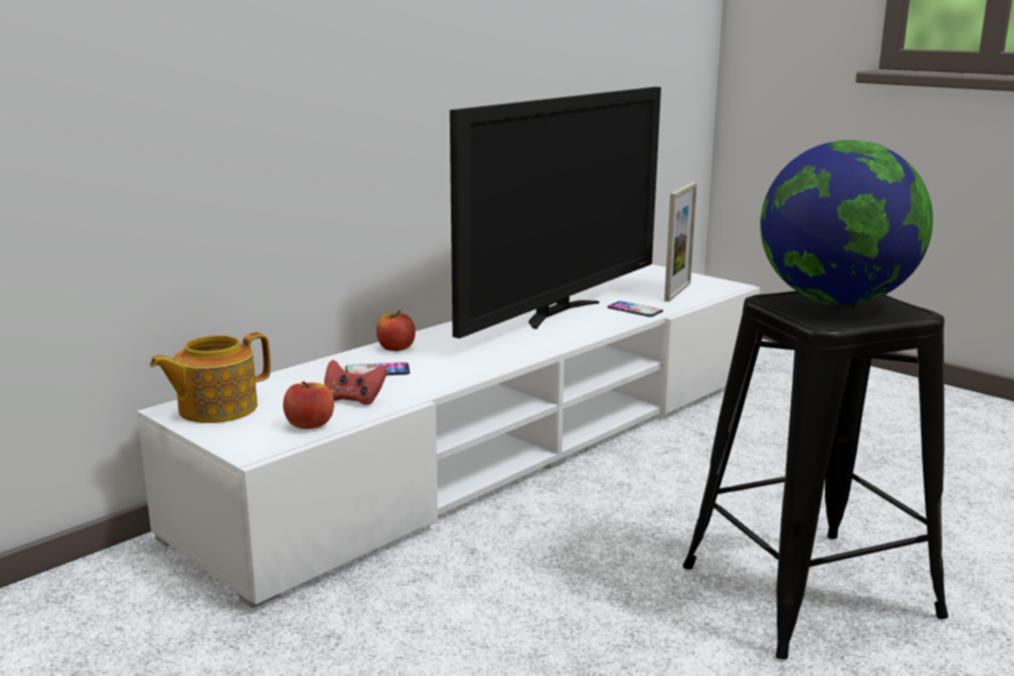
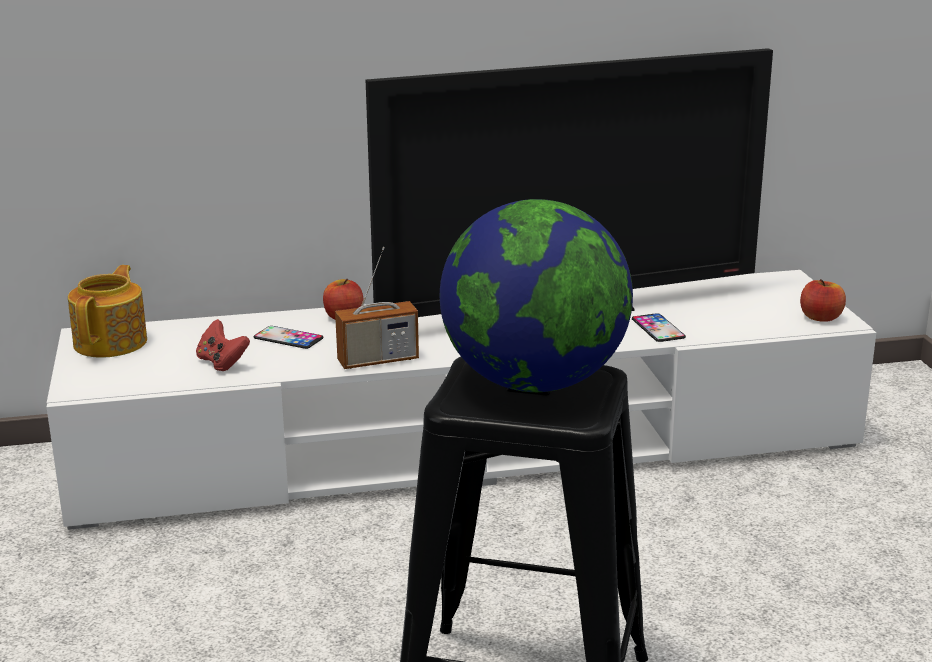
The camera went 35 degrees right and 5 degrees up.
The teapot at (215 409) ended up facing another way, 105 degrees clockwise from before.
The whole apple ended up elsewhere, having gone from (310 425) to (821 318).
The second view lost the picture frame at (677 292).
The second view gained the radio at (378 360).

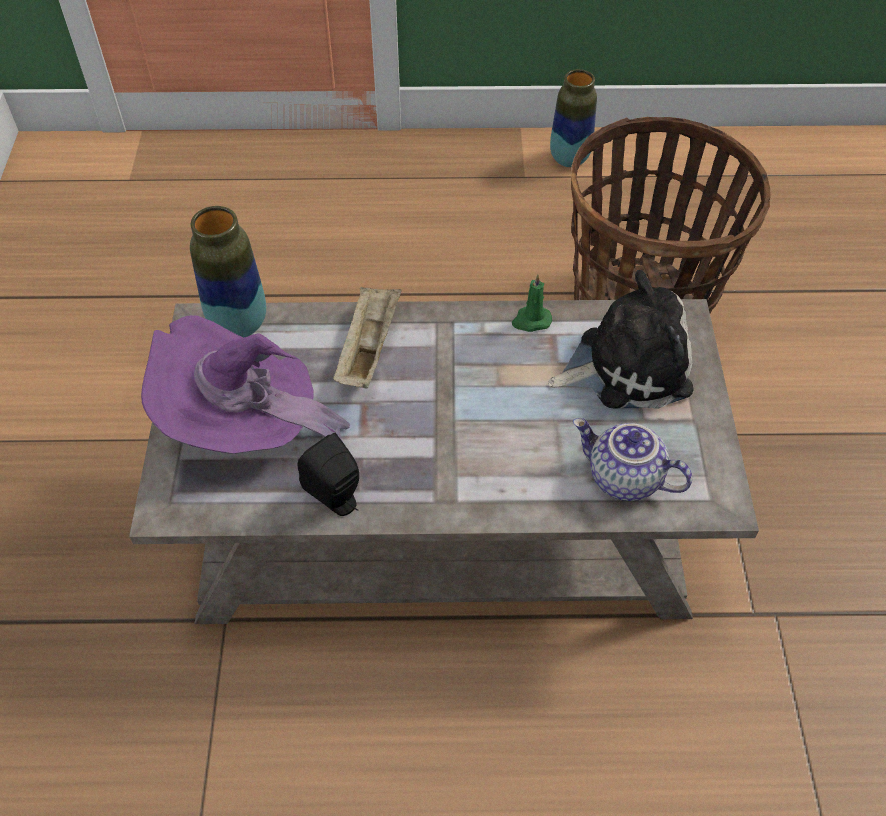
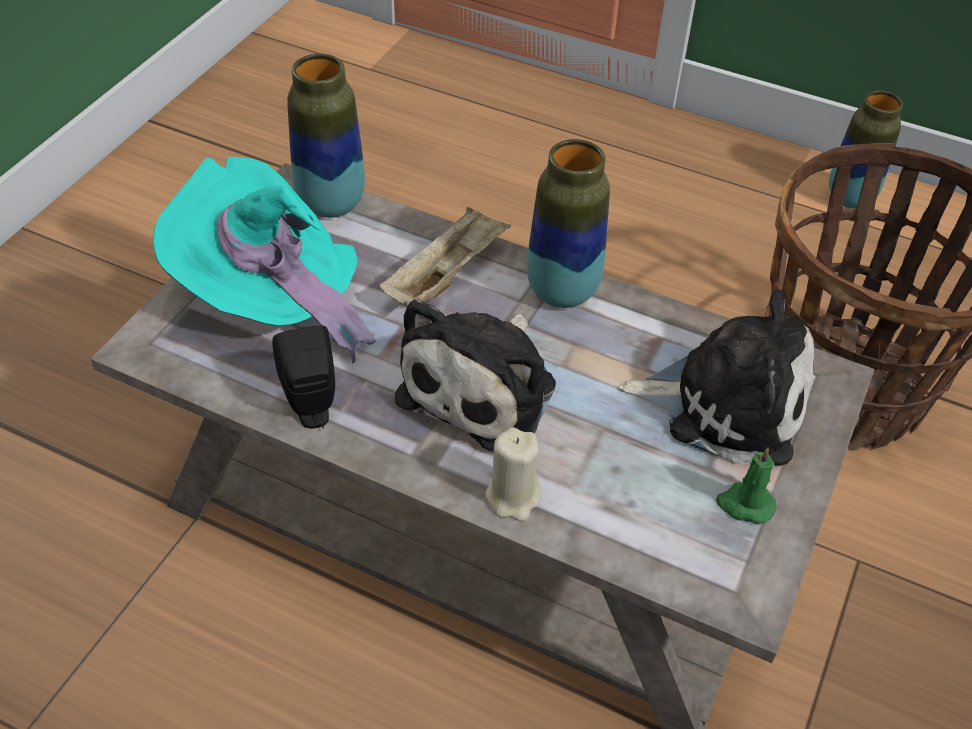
The camera went 25 degrees right and 5 degrees down.
What was the purple-coloured wearable hat at (246 425) turned into the turquoise wearable hat at (272 300).
The greenish wax candle ended up elsewhere, having gone from (531 320) to (744 504).
The second view lost the teapot at (623 479).
The second view gained the cuddly toy at (483 387).
The second view gained the beige wax candle at (513 497).
The second view gained the decorative vase at (562 291).

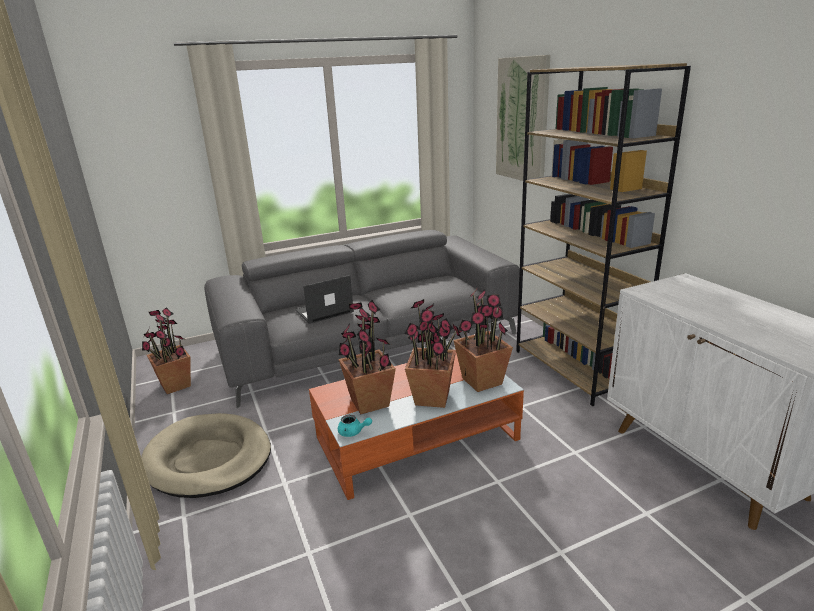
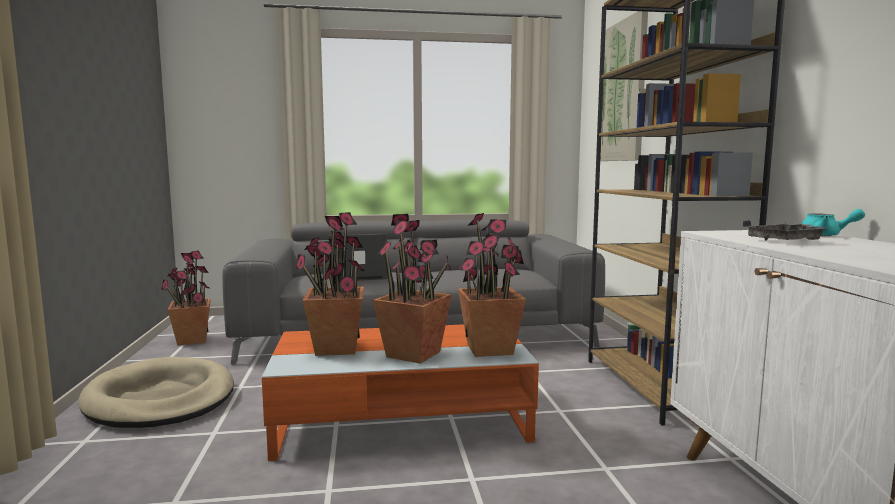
The camera went 15 degrees right and 15 degrees down.
The turquoise teapot ended up elsewhere, having gone from (353 432) to (826 235).
The second view gained the greyish tray at (787 241).

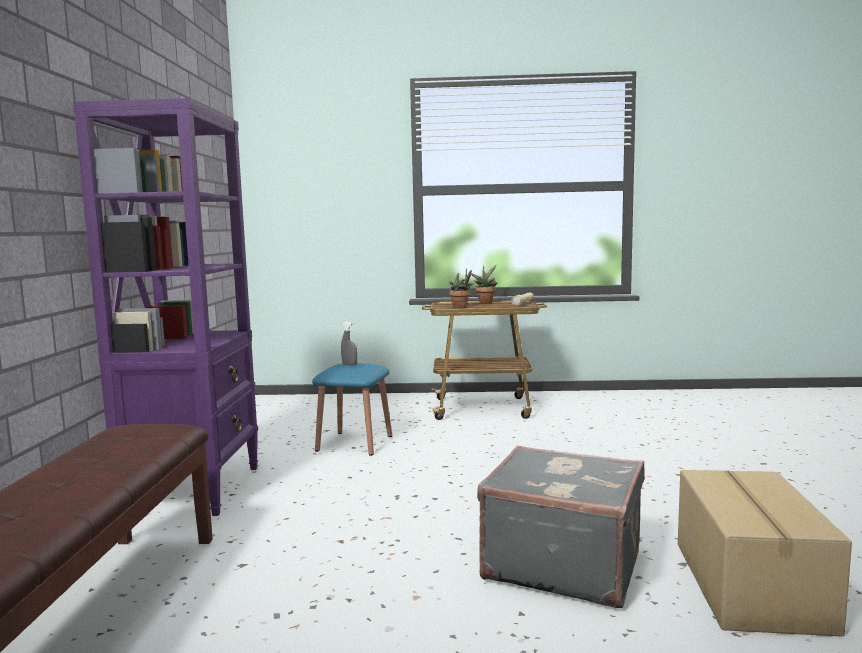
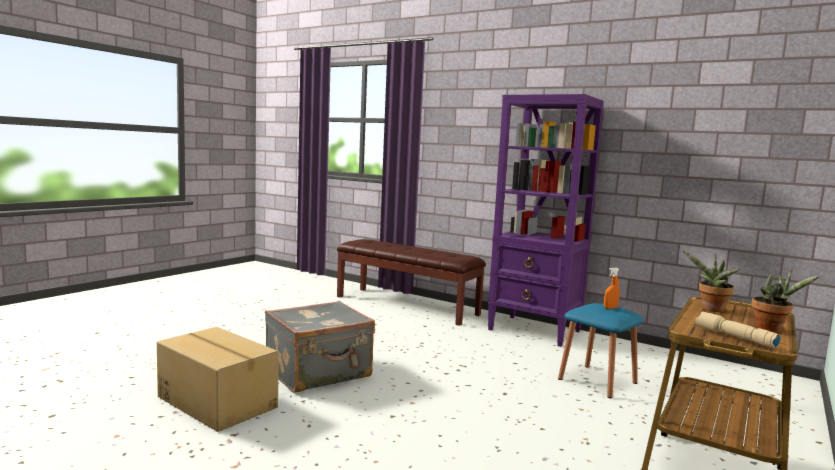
The camera went 120 degrees right and 0 degrees up.
What was the greyish hand sprayer at (349 364) turned into the orange-coloured hand sprayer at (610 308).

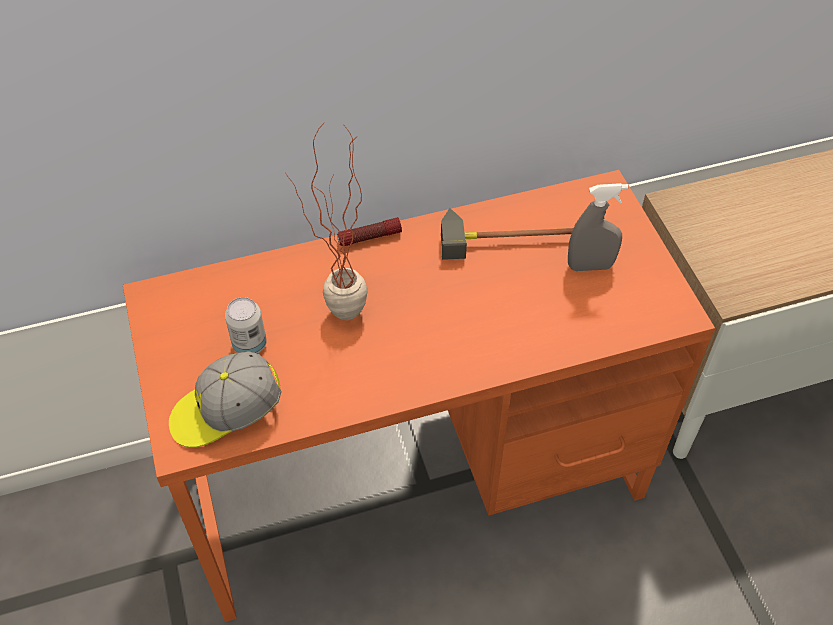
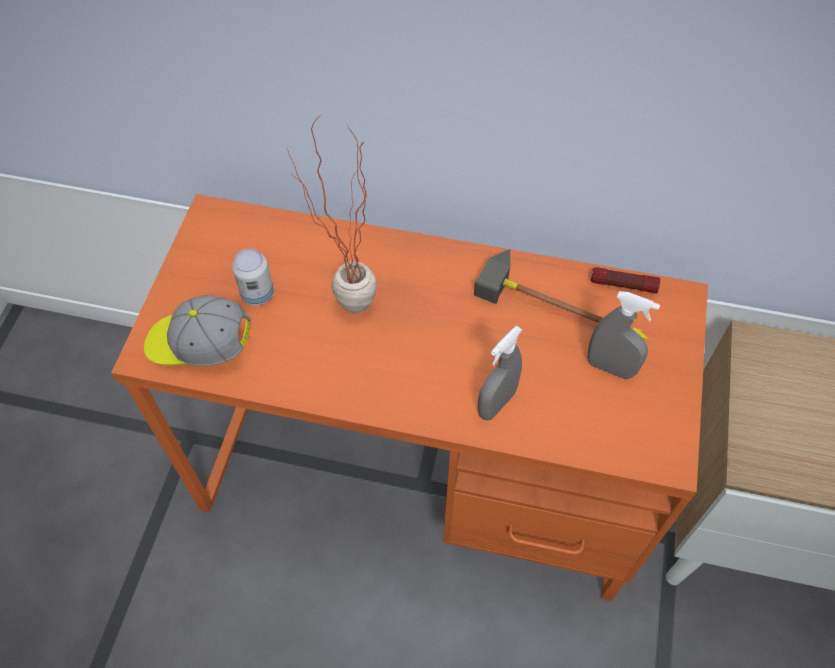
The camera went 30 degrees right and 5 degrees up.
The flashlight ended up elsewhere, having gone from (369 237) to (623 285).
The second view gained the greyish hand sprayer at (496 403).

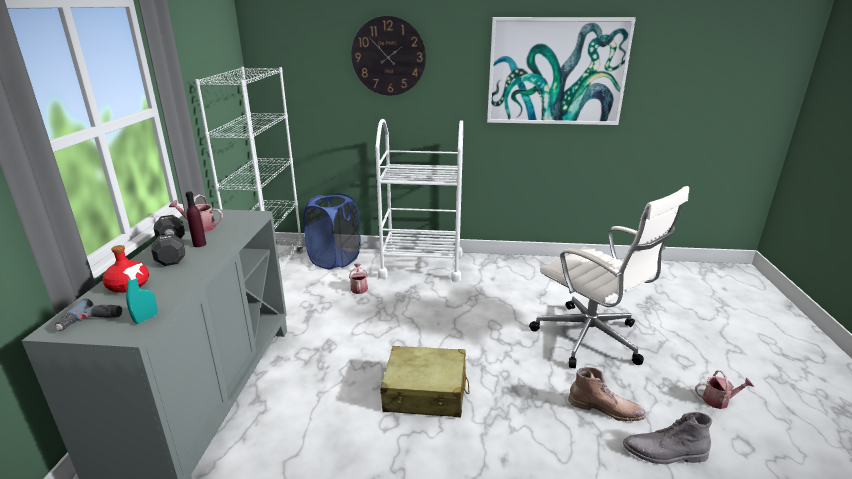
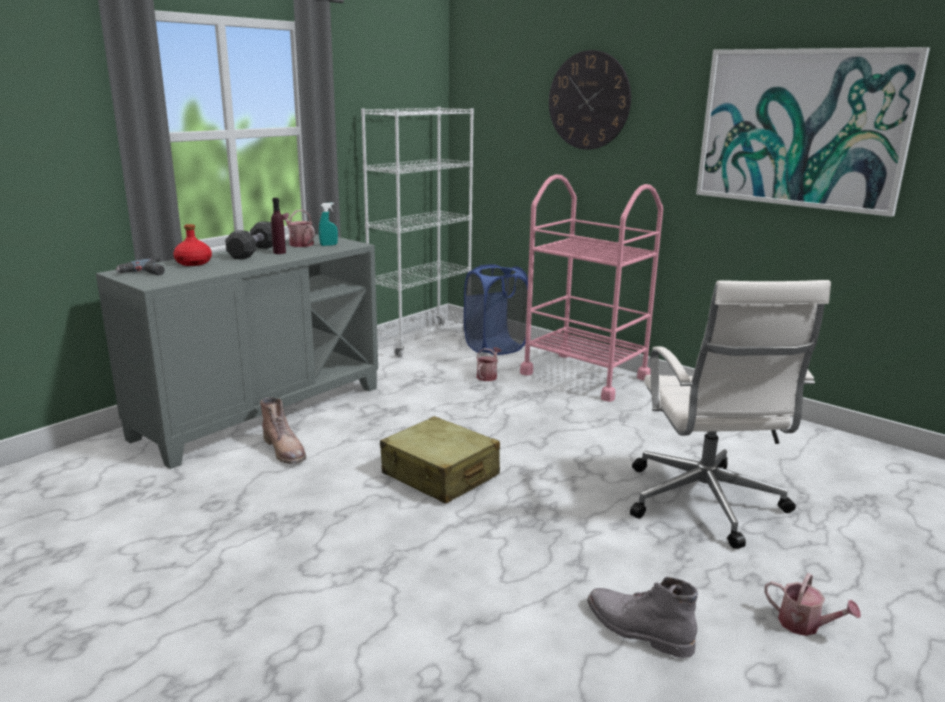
The camera went 35 degrees right and 5 degrees down.
The turquoise hand sprayer ended up elsewhere, having gone from (146 318) to (328 245).
What was the whitish wheeled cart at (421 265) turned into the pink-coloured wheeled cart at (584 376).
The brown boot ended up elsewhere, having gone from (605 408) to (285 450).

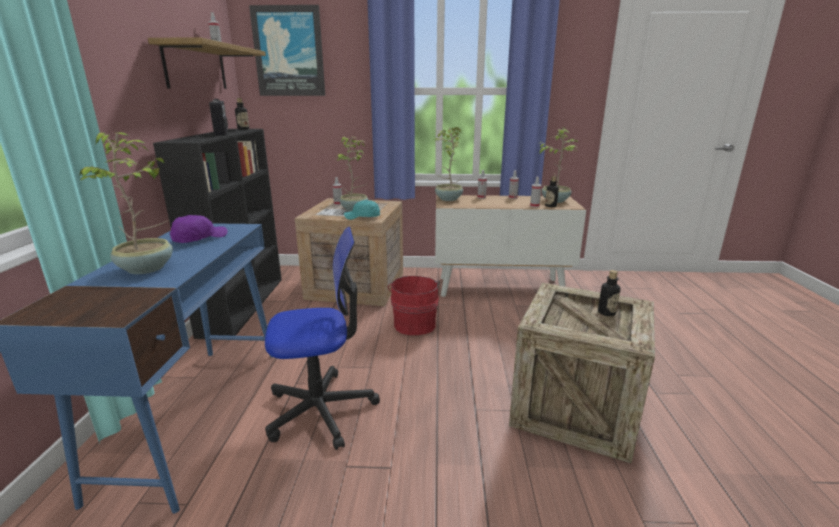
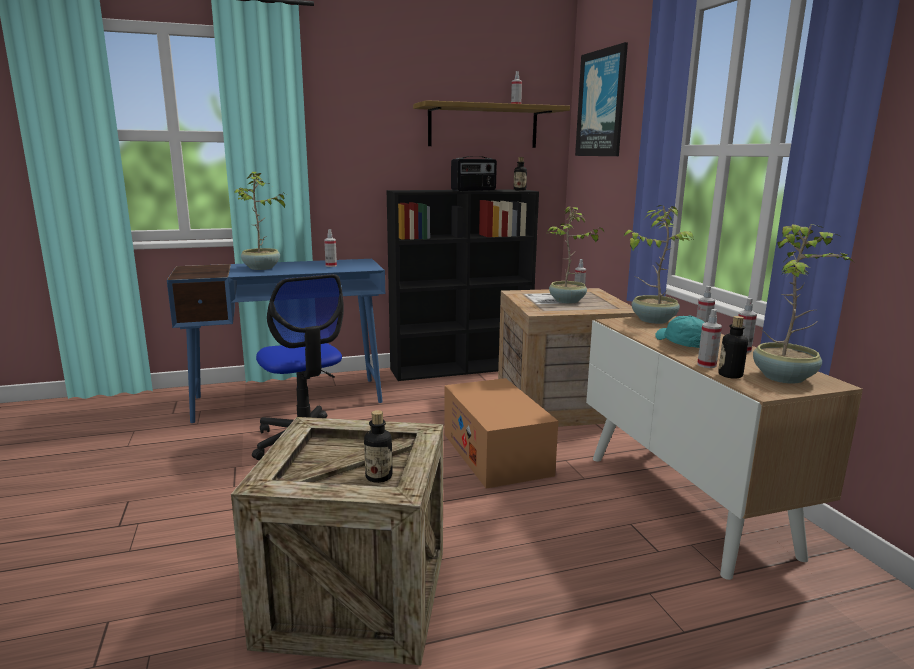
The camera went 70 degrees right and 5 degrees down.
Where the purple-coloured baseball cap stood at (199 239), the hand sprayer came to stand at (331 265).
The turquoise baseball cap ended up elsewhere, having gone from (362 217) to (680 343).
Where the red pail stood at (414 323), the cardboard box came to stand at (496 453).

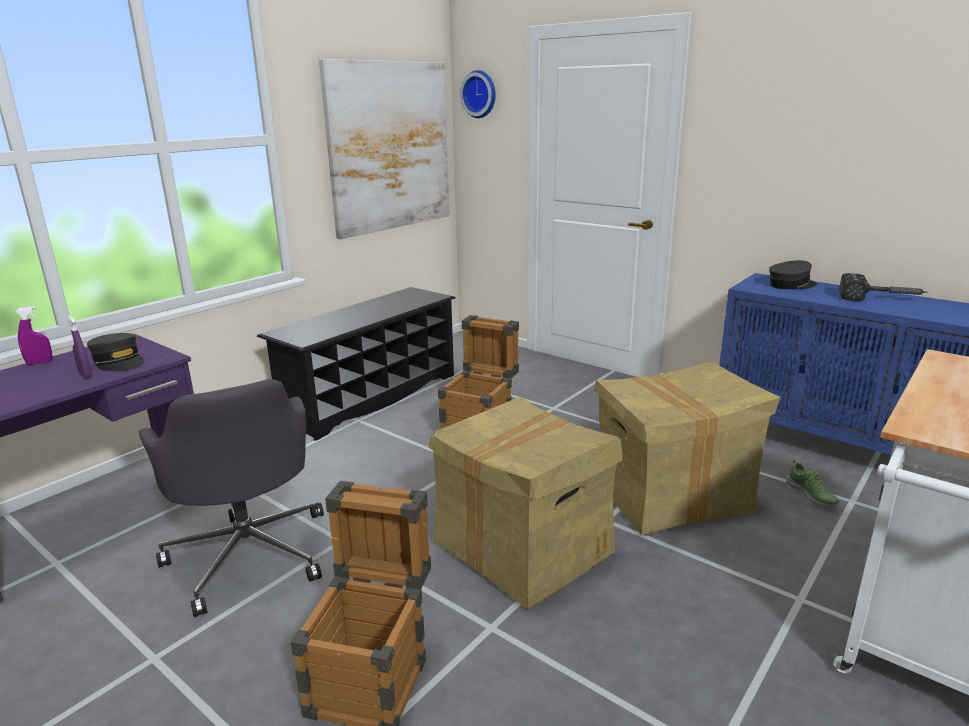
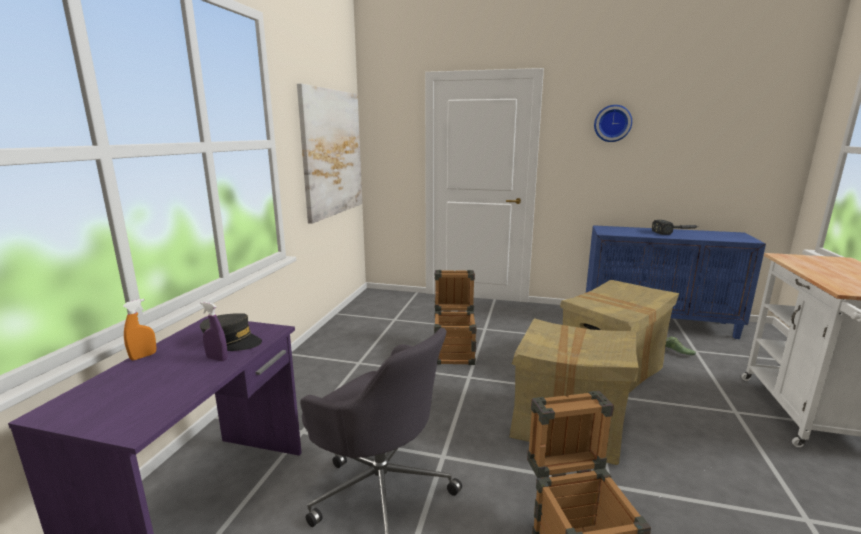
The camera went 25 degrees left and 5 degrees down.
What was the purple-coloured hand sprayer at (39 363) turned into the orange-coloured hand sprayer at (143 356).
The second view lost the black-coloured shoe stand at (371 397).
The hanging clock ended up elsewhere, having gone from (480 94) to (612 123).
The second view lost the greyish baseball cap at (791 285).

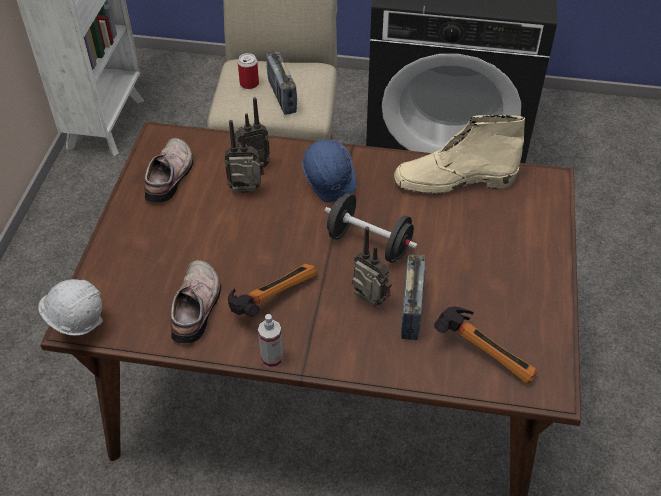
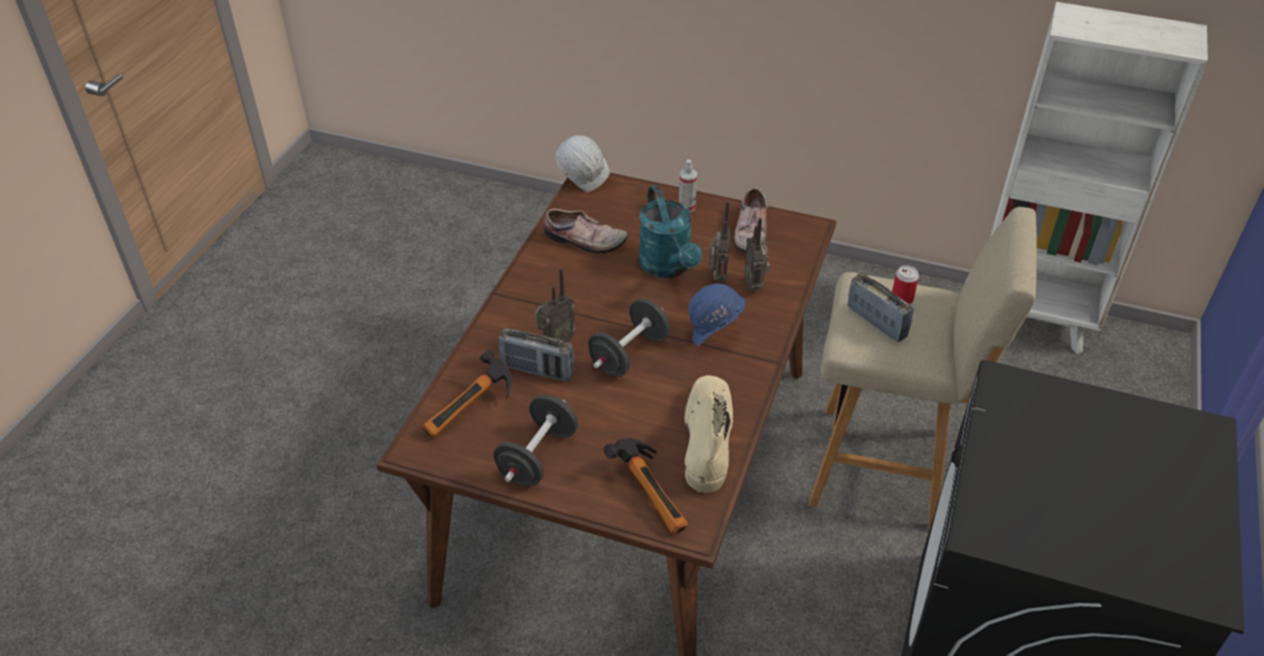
The camera went 100 degrees right and 5 degrees down.
The low shoe at (171 176) ended up facing another way, 75 degrees clockwise from before.
The hammer ended up elsewhere, having gone from (271 296) to (654 494).
The hand sprayer ended up elsewhere, having gone from (272 359) to (687 207).
The radio at (282 97) ended up facing another way, 60 degrees clockwise from before.
The second view gained the black-coloured dumbbell at (537 457).
The second view gained the turquoise watering can at (669 267).

